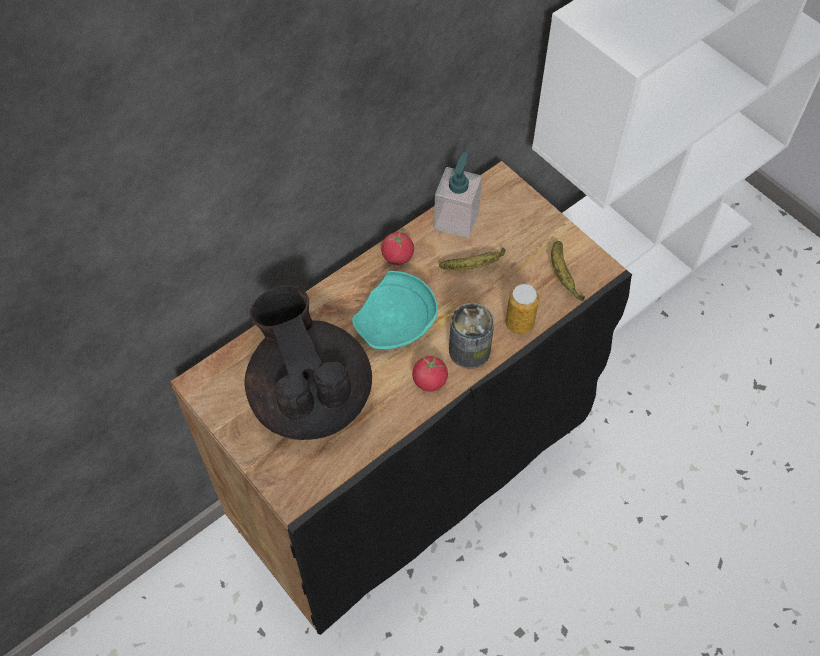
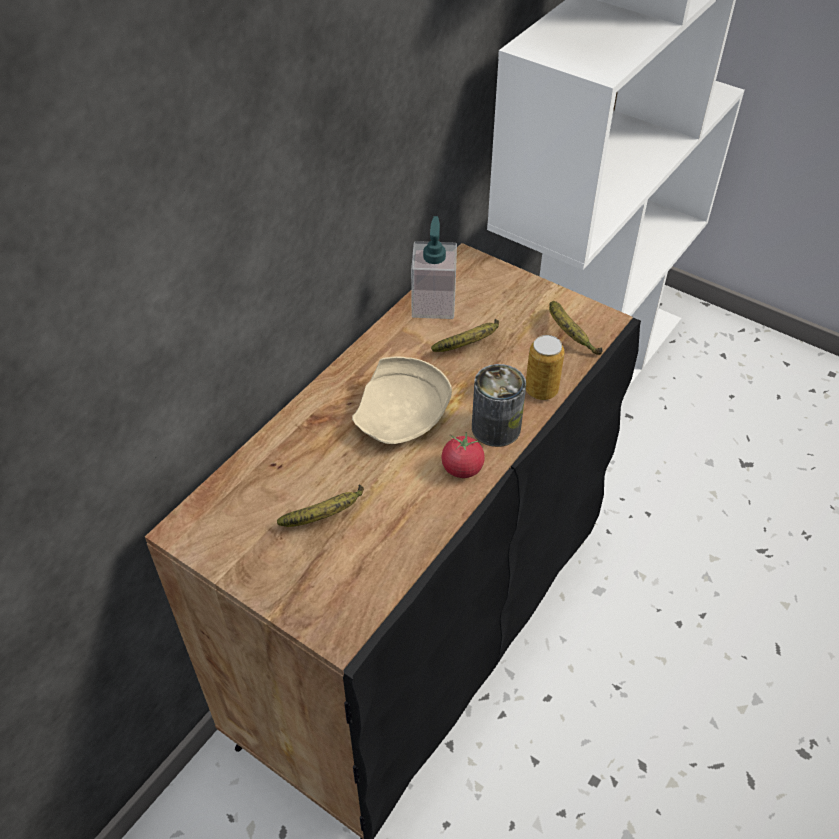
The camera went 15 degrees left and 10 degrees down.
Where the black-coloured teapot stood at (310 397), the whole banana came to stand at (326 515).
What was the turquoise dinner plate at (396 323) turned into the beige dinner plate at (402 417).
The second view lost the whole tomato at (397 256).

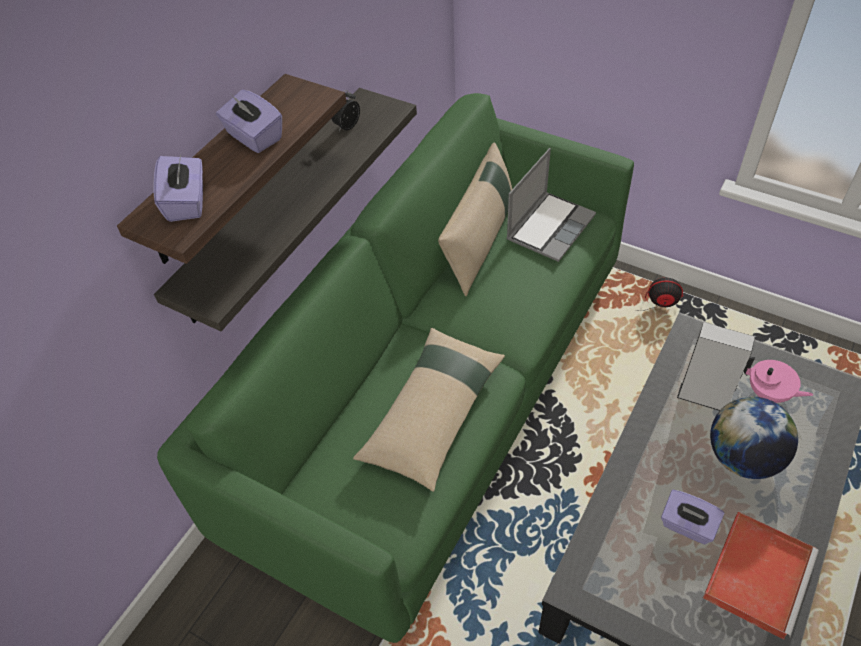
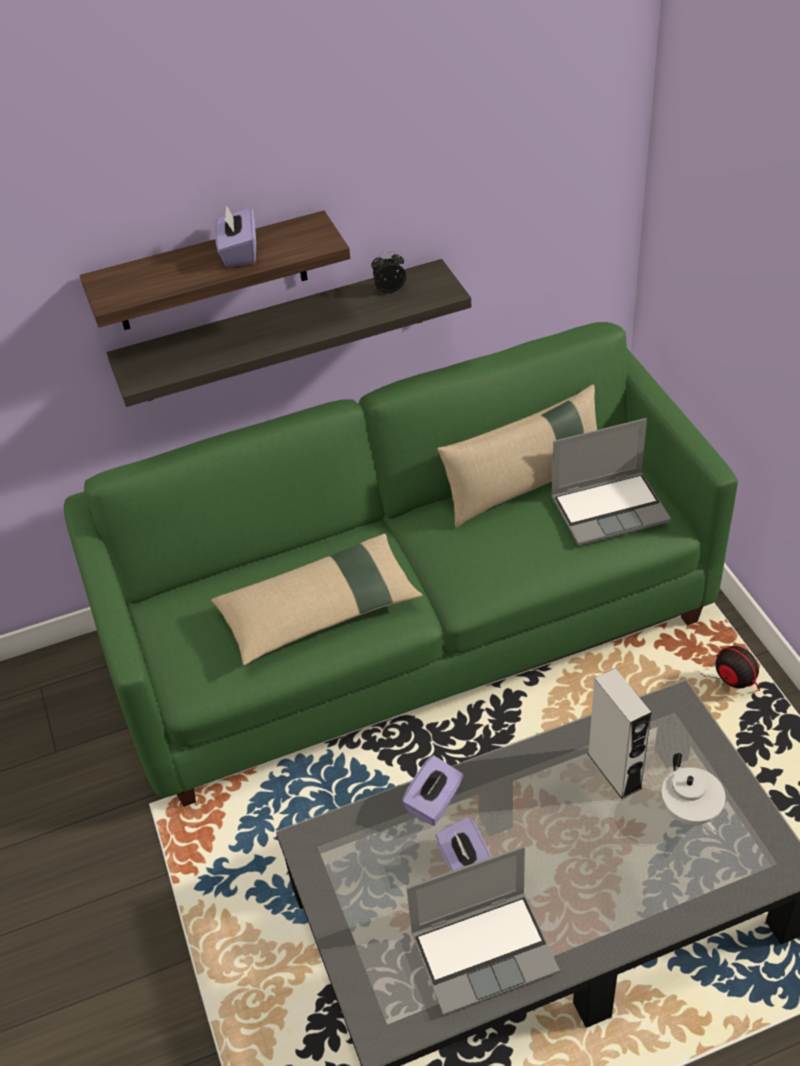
The camera went 40 degrees right and 5 degrees down.
The purple-coloured tissue holder ended up elsewhere, having gone from (187 202) to (434 802).
Where the red tray stood at (758 573), the laptop came to stand at (485 950).
The second view lost the world globe at (743 457).
What was the pink-coloured teapot at (769 393) turned into the whitish teapot at (690 812).

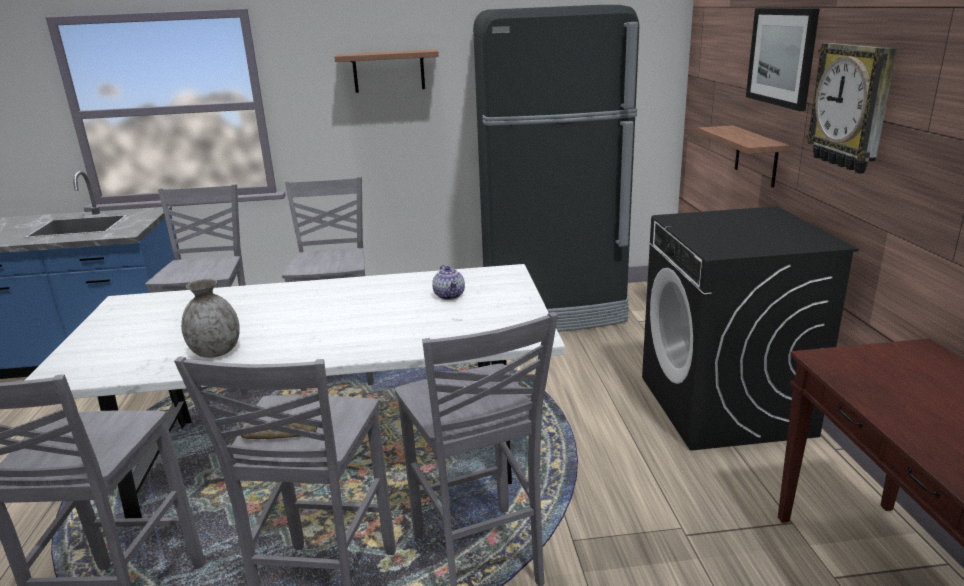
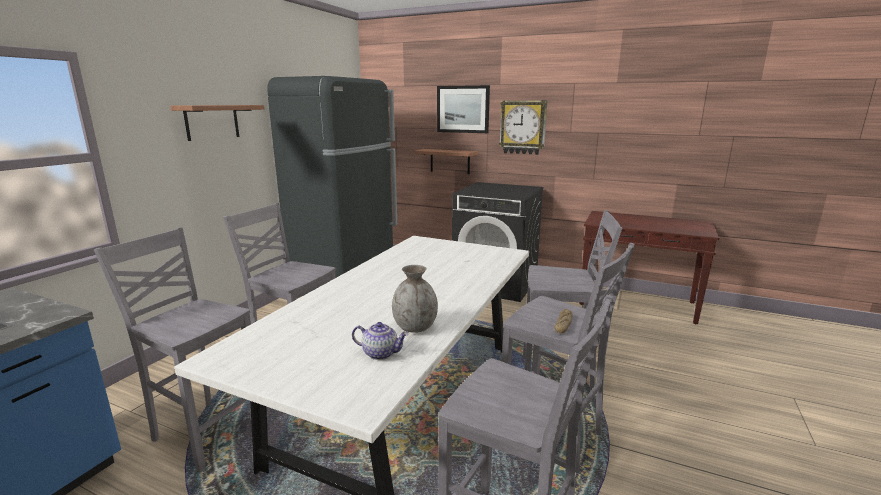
The camera went 60 degrees left and 5 degrees down.
The teapot ended up elsewhere, having gone from (450 296) to (381 353).

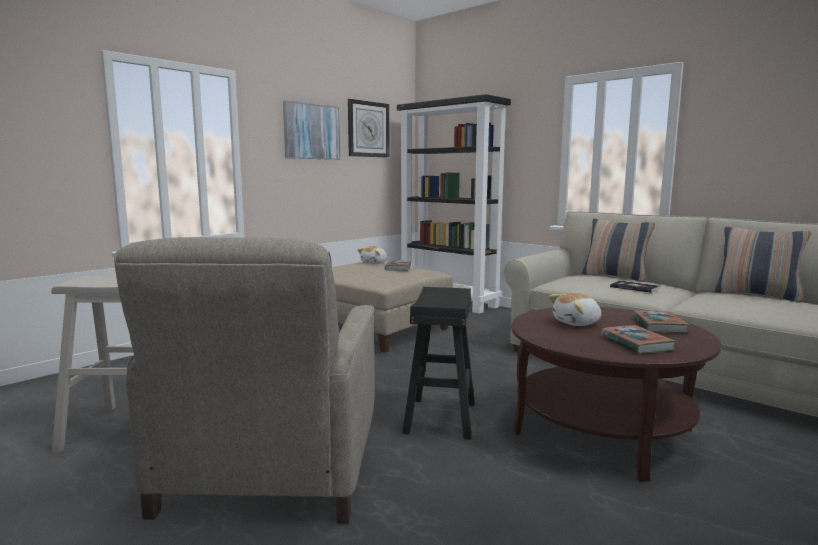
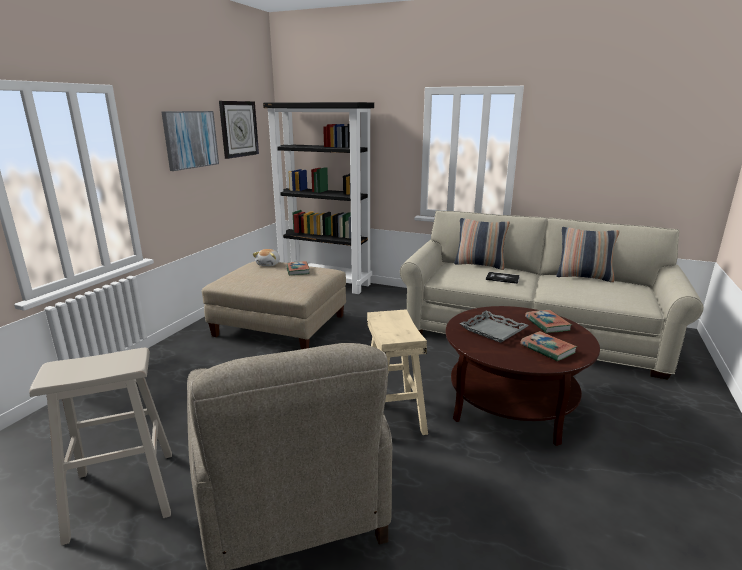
The camera went 20 degrees left and 10 degrees up.
What was the black-coloured sitting stool at (441 417) turned into the beige sitting stool at (394 416).
Where the cuddly toy stood at (577 323), the greyish tray came to stand at (493 330).

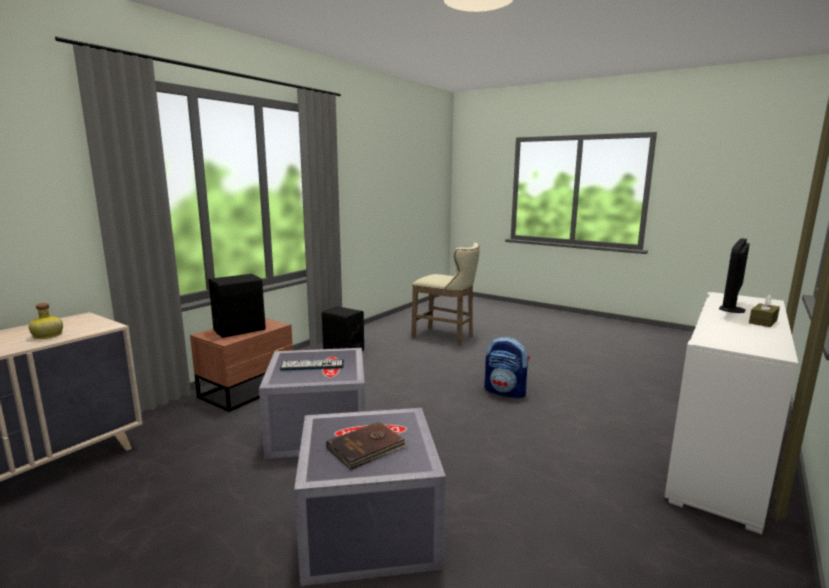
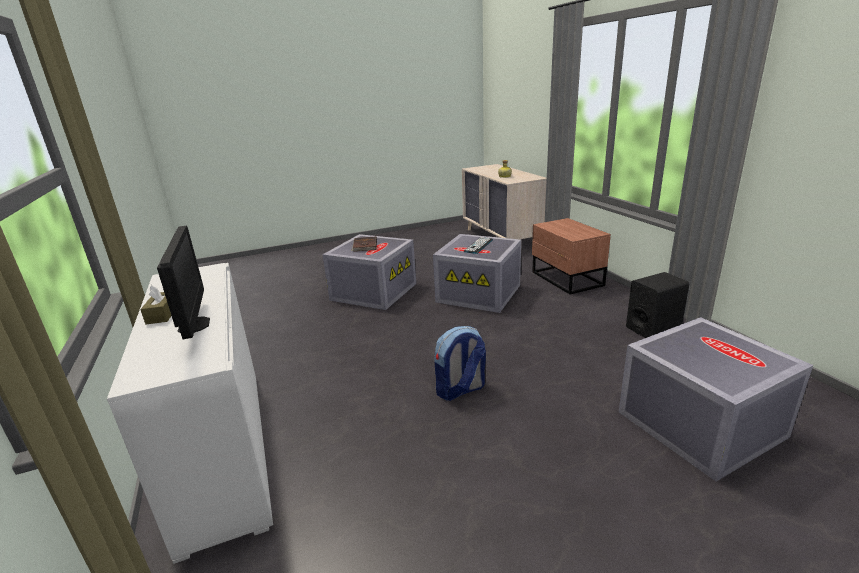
The camera went 125 degrees right and 10 degrees up.
The second view lost the black-coloured audio speaker at (240 330).
Where the beige sitting stool stood at (446 337), the greyish storage box came to stand at (697 423).

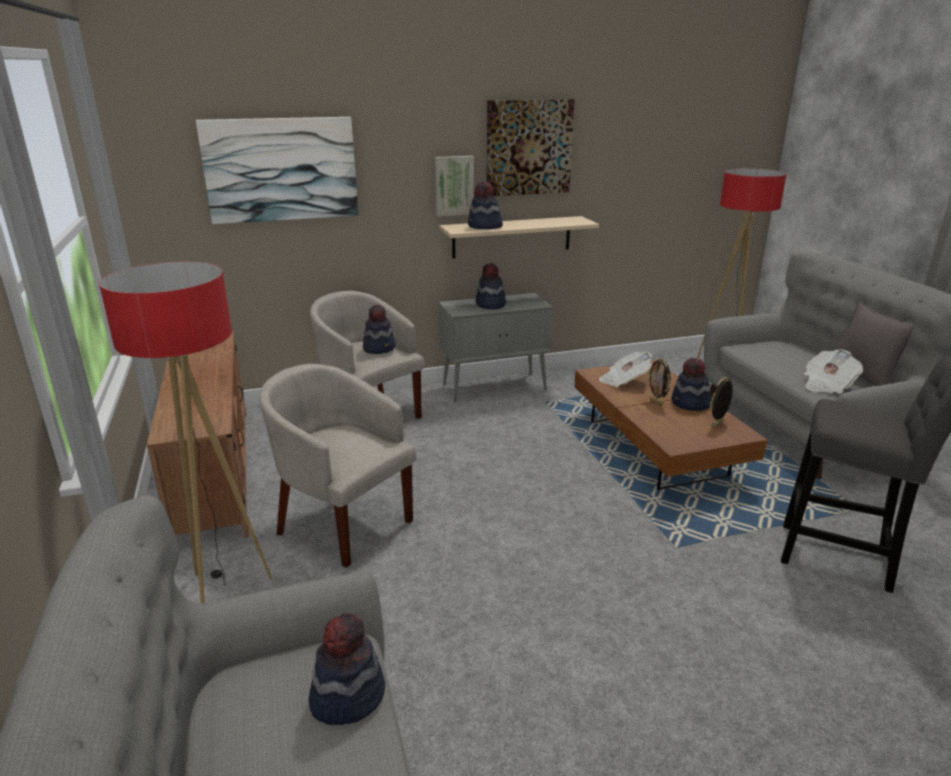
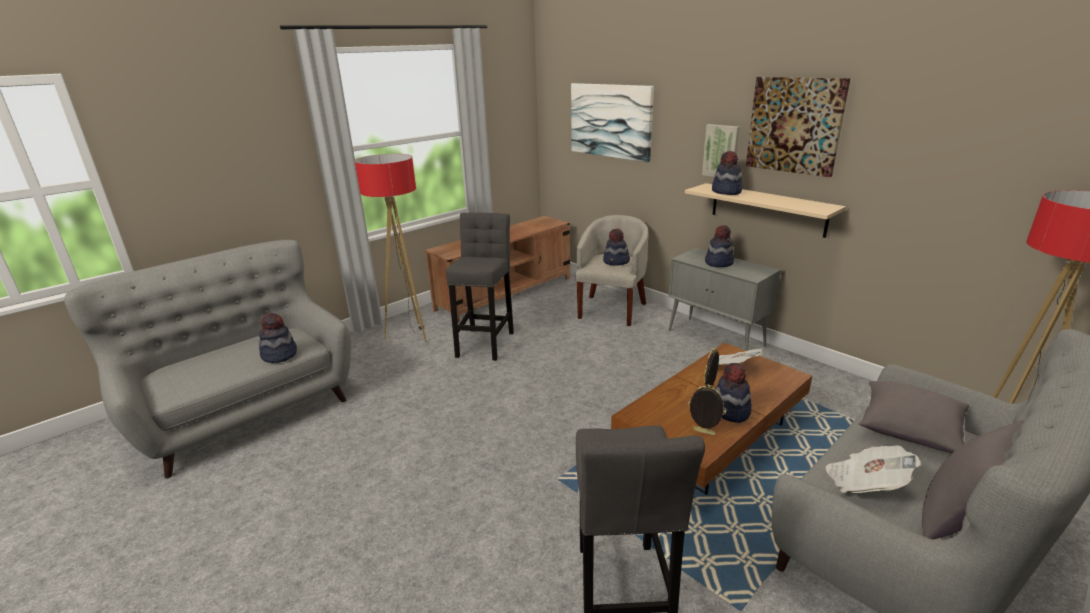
The camera went 65 degrees right and 0 degrees up.
Where the beige lounge chair stood at (343 523), the greyish sitting stool came to stand at (486 342).
The second view gained the greyish cushion at (908 430).

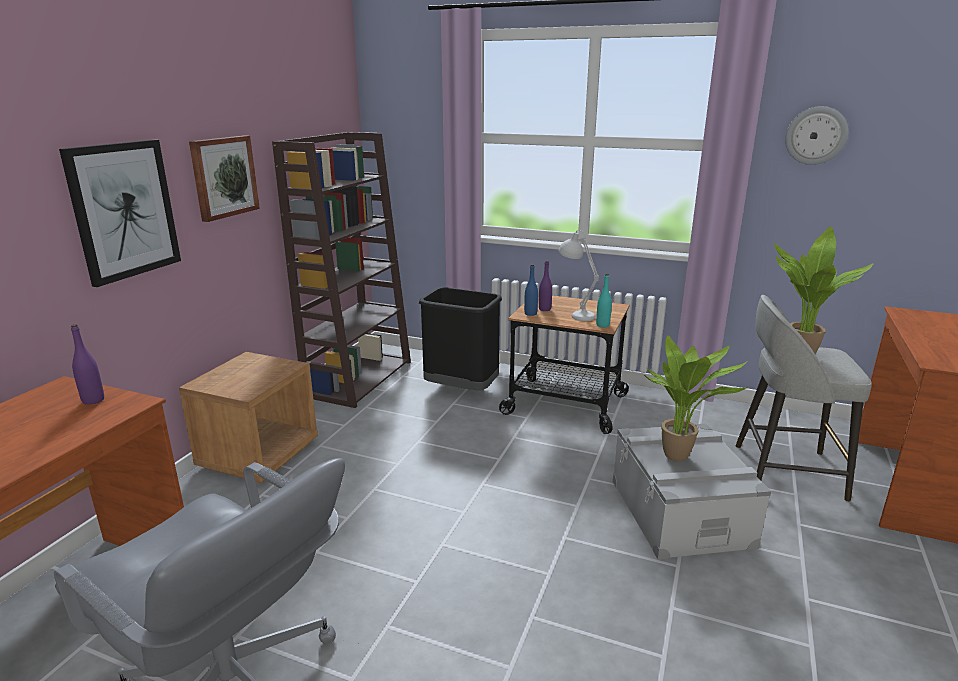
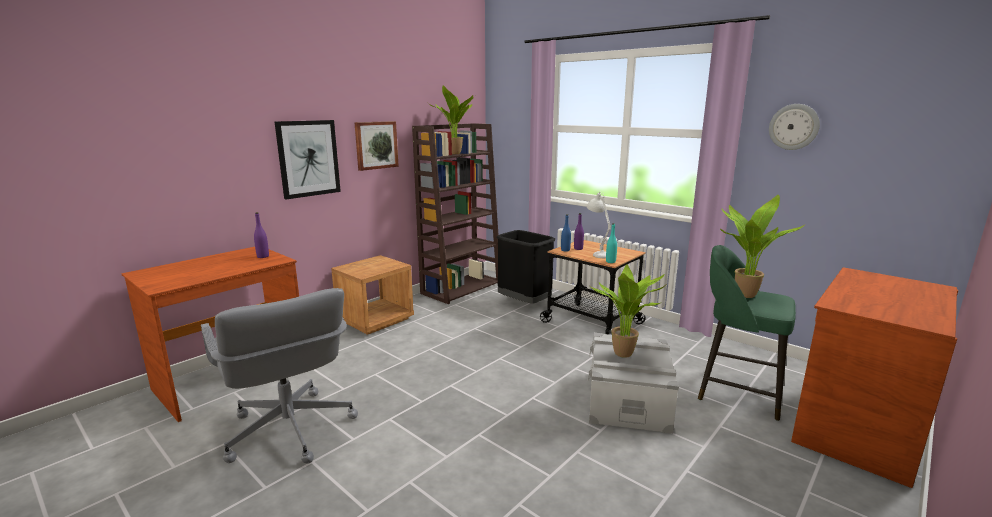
The camera went 20 degrees right and 5 degrees down.
What was the greyish sitting stool at (784 471) turned into the greenish sitting stool at (736 391).
The second view gained the plant in a pot at (456 154).

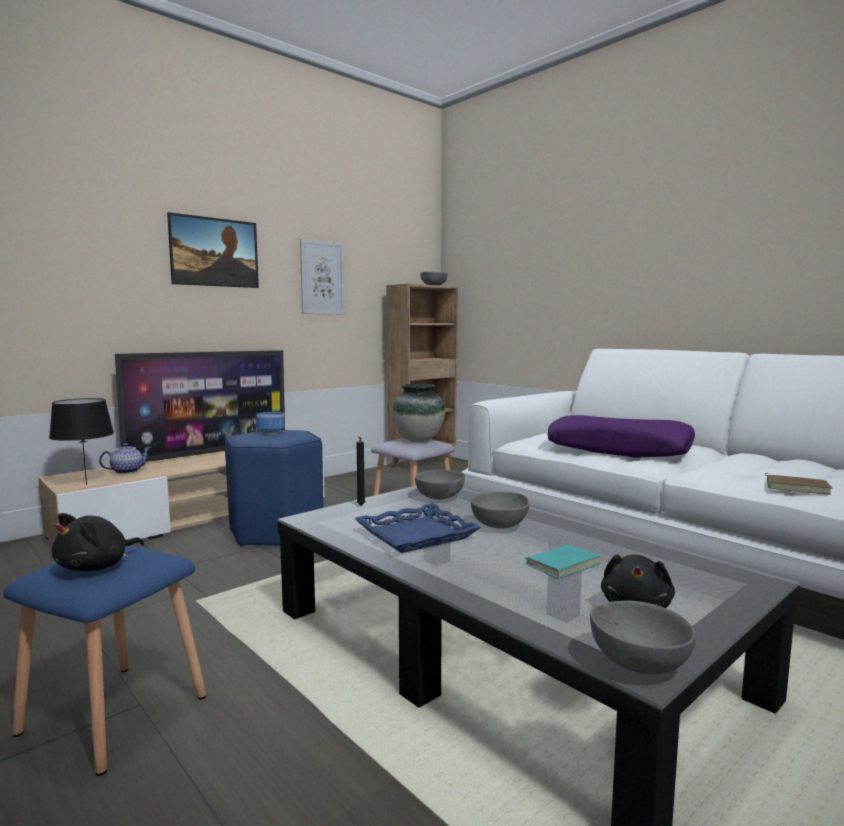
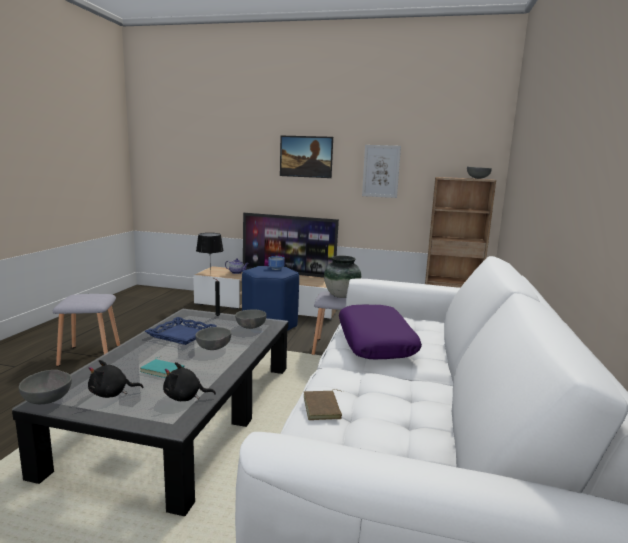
The camera went 55 degrees right and 5 degrees up.
What was the blue-coloured sitting stool at (115 712) turned into the greyish sitting stool at (91 355).
The black-coloured cuddly toy ended up elsewhere, having gone from (97 567) to (185 397).

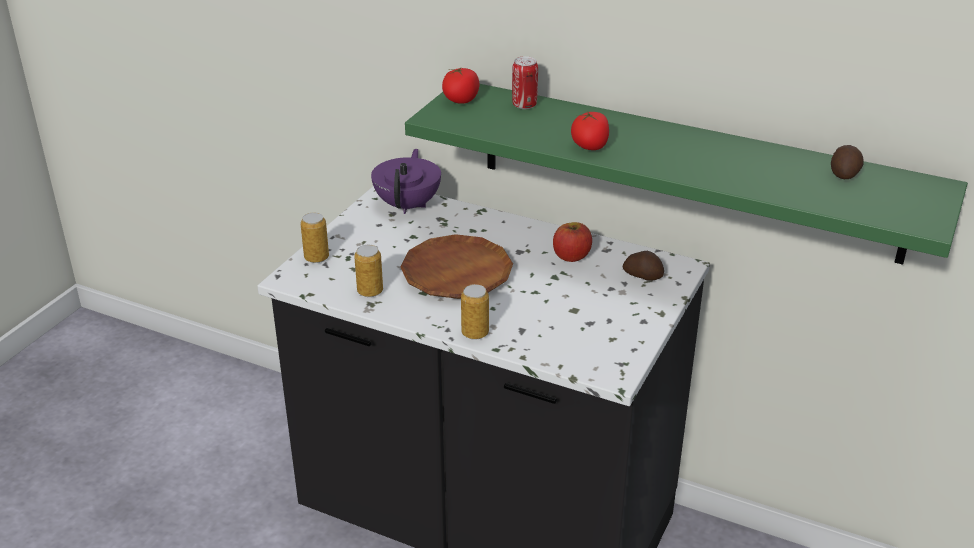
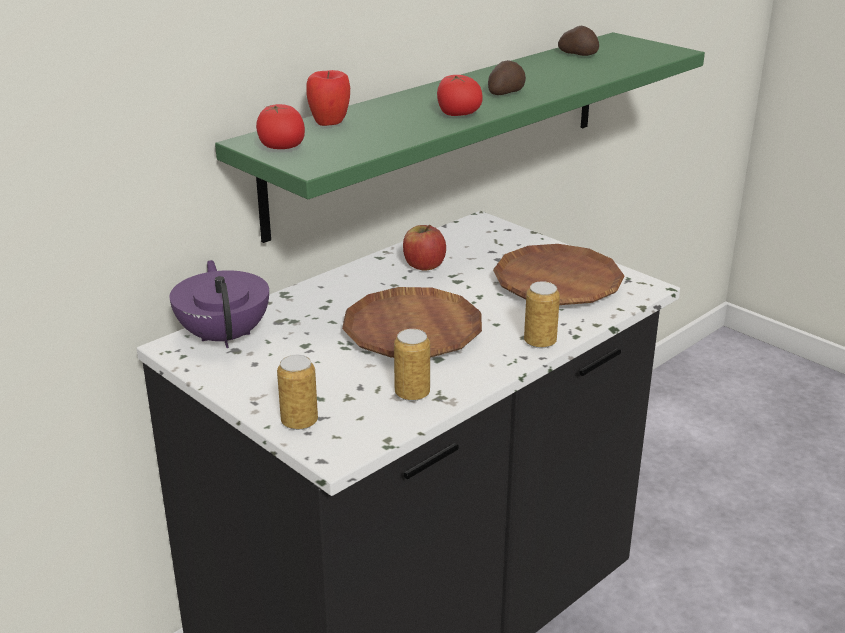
The camera went 70 degrees left and 5 degrees down.
The purple-coloured teapot at (408 205) ended up facing another way, 45 degrees clockwise from before.
Where the can stood at (524 105), the whole apple came to stand at (329 124).
The spud ended up elsewhere, having gone from (643 275) to (505 92).
The second view gained the brown dinner plate at (557 283).

